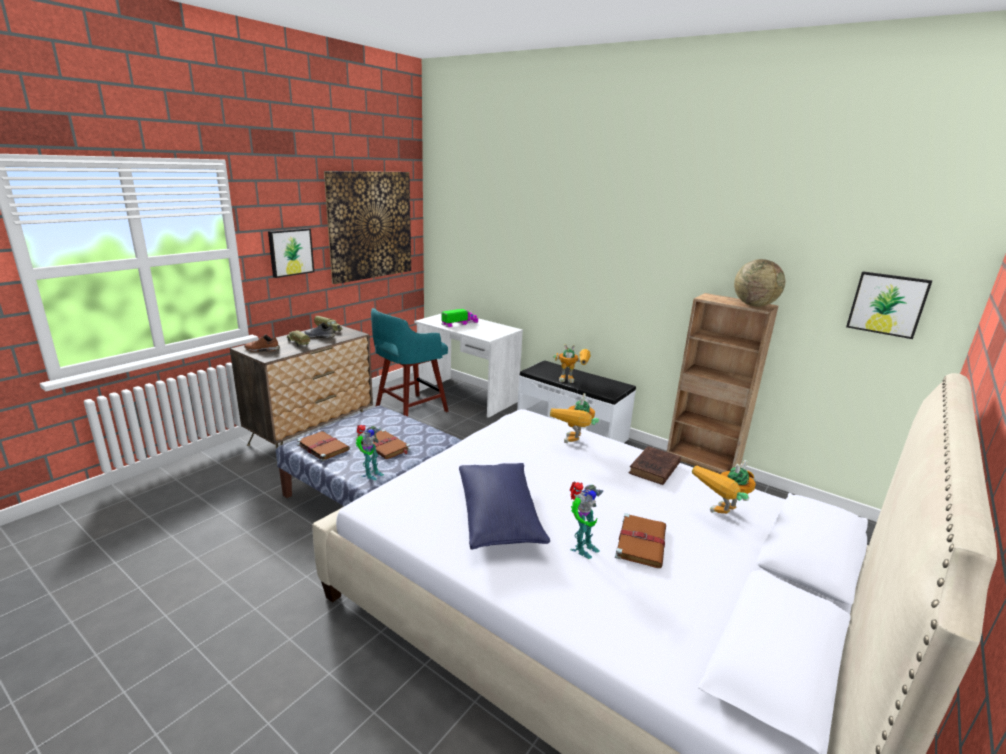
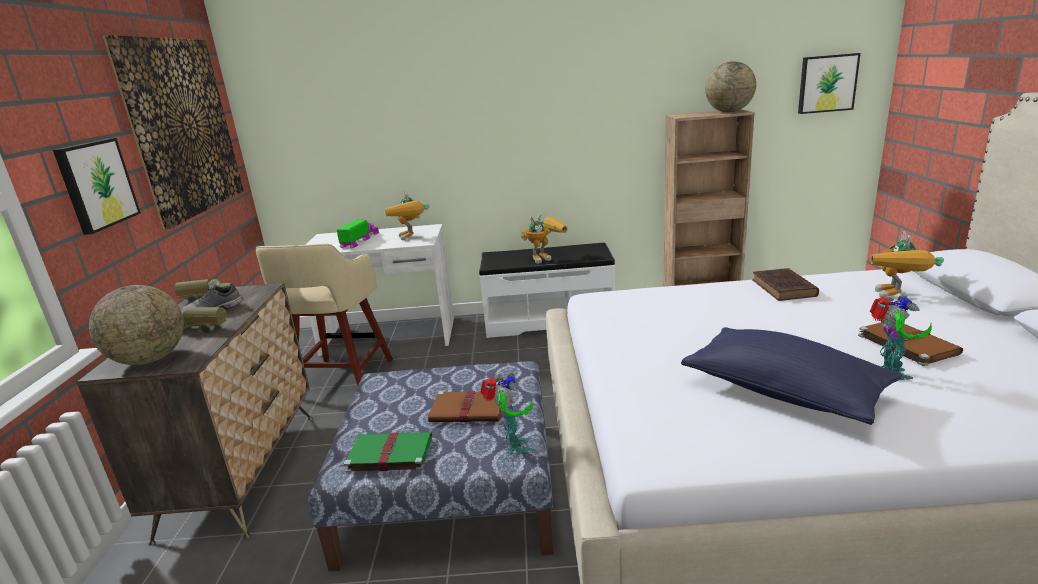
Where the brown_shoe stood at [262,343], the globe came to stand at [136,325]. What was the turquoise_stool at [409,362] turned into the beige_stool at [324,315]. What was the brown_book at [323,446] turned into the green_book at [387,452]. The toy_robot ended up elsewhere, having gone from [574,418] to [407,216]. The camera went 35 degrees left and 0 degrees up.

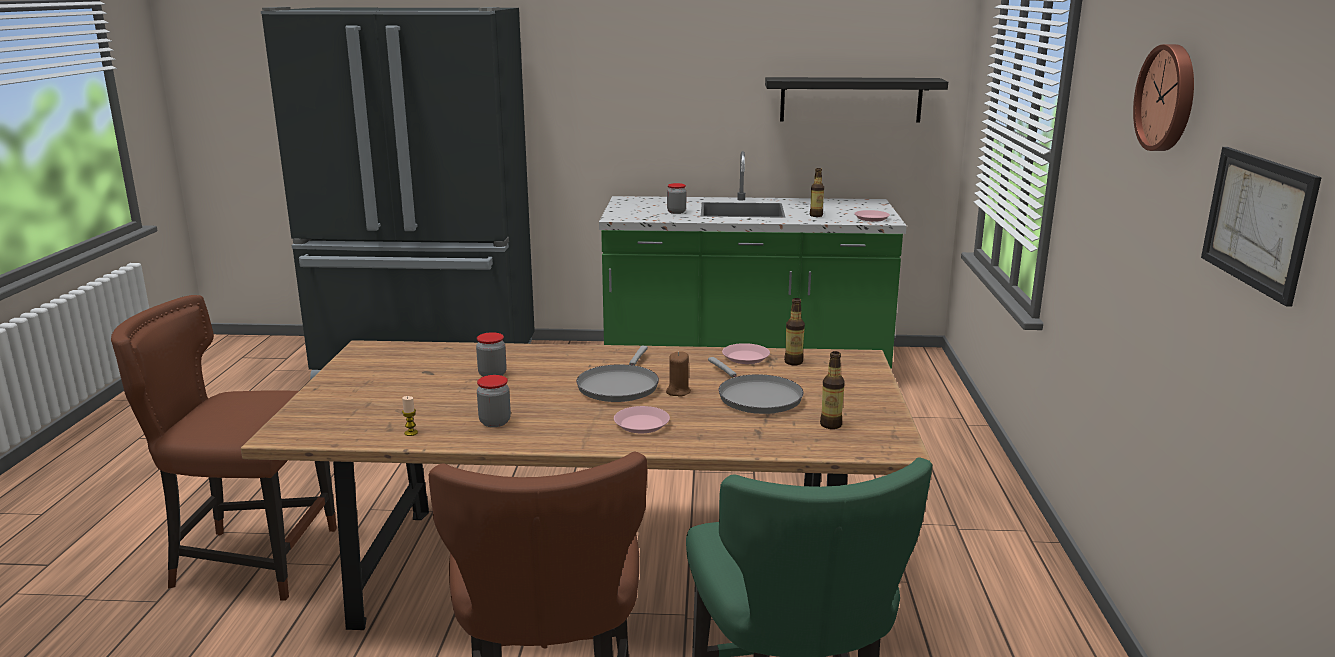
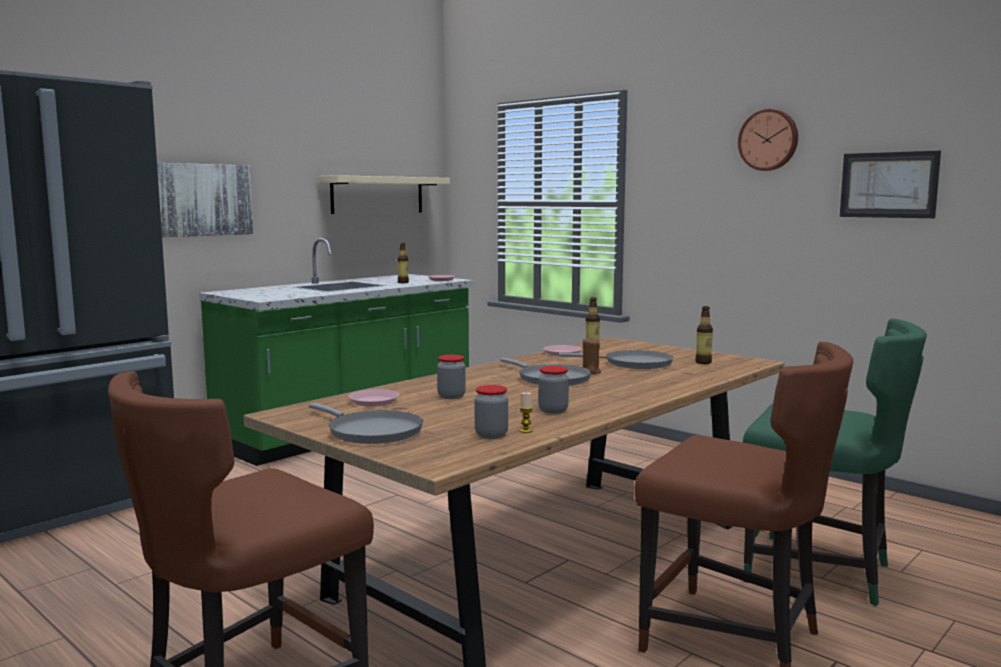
The second view gained the picture at [205,200]. The second view gained the grey_frying_pan at [366,423]. What was the black_shelf at [856,99] turned into the beige_shelf at [384,194]. The pink_plate ended up elsewhere, having gone from [642,419] to [374,398]. The jar ended up elsewhere, having gone from [676,198] to [491,412]. The camera went 50 degrees left and 10 degrees down.

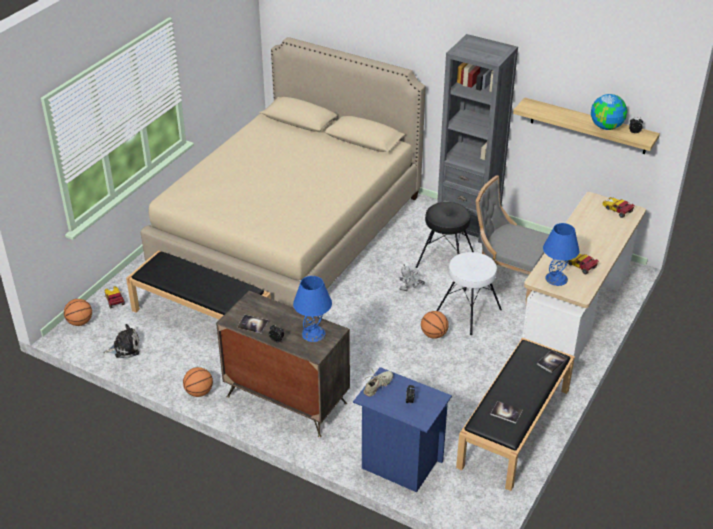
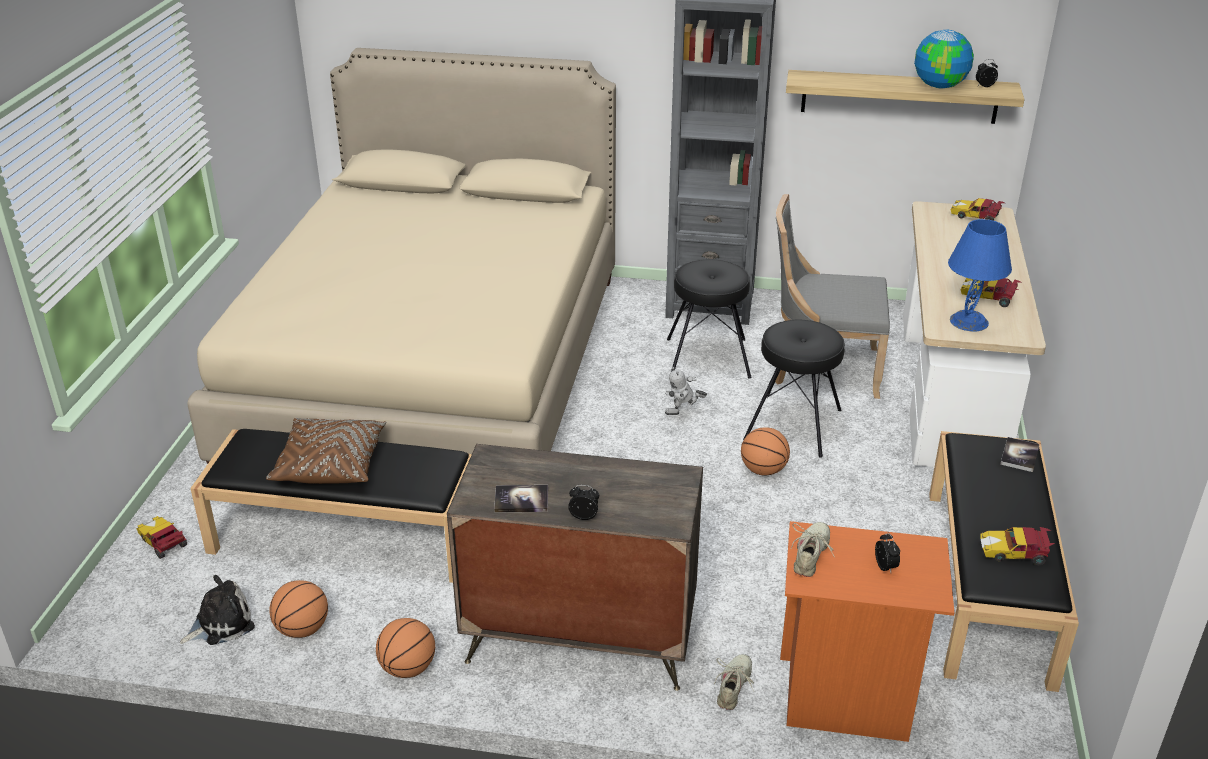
The second view gained the brown_pillow at [326,451]. The basketball ended up elsewhere, having gone from [78,312] to [298,609]. The second view gained the beige_shoe at [734,682]. What was the white_stool at [469,293] turned into the black_stool at [793,389]. What was the blue_nightstand at [402,429] turned into the orange_nightstand at [867,631]. Where the book stood at [507,412], the toy_car came to stand at [1017,546]. The second view lost the blue_table_lamp at [312,309]. The camera went 20 degrees left and 5 degrees down.

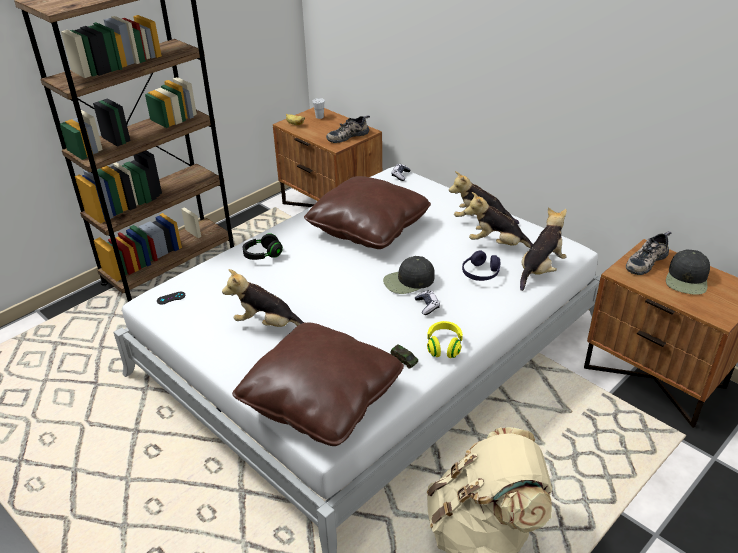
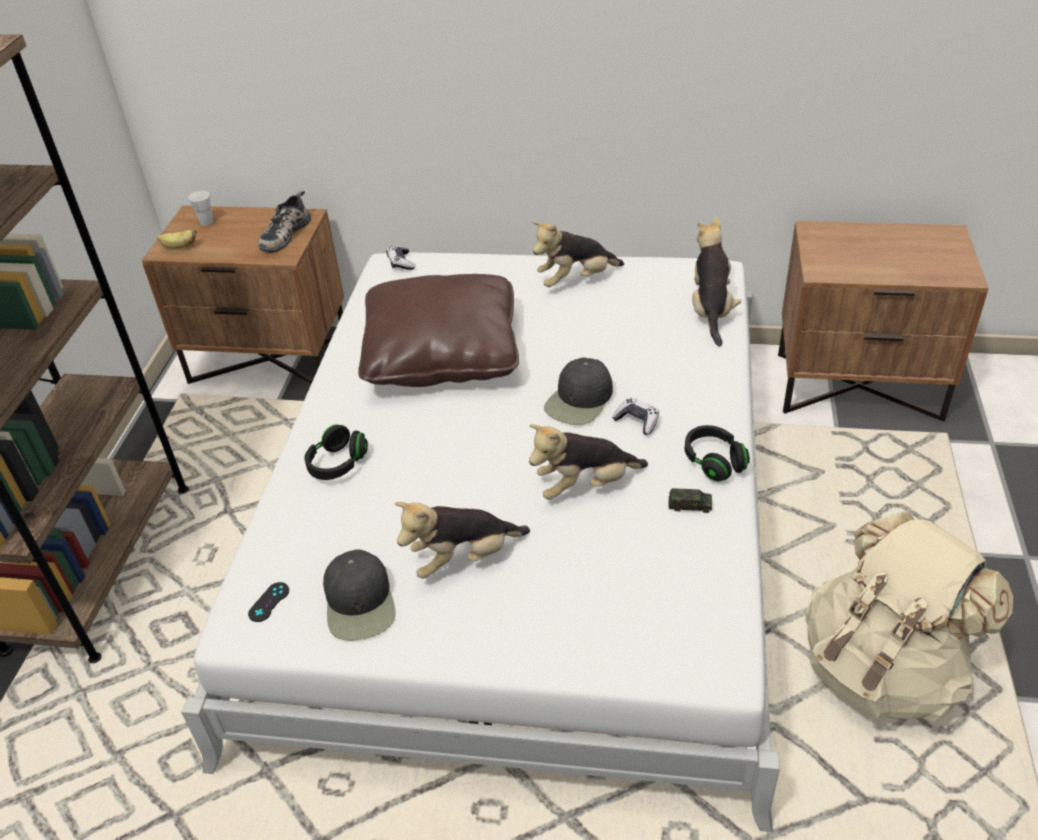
The black_cap ended up elsewhere, having gone from [688,272] to [359,595]. The plush_toy ended up elsewhere, having gone from [498,220] to [588,461]. What was the yellow_headphones at [445,339] turned into the black_headphones at [717,453]. The second view lost the brown_pillow at [318,384]. The second view lost the purple_headphones at [481,265]. The second view lost the shoe at [649,253]. The camera went 35 degrees left and 5 degrees up.

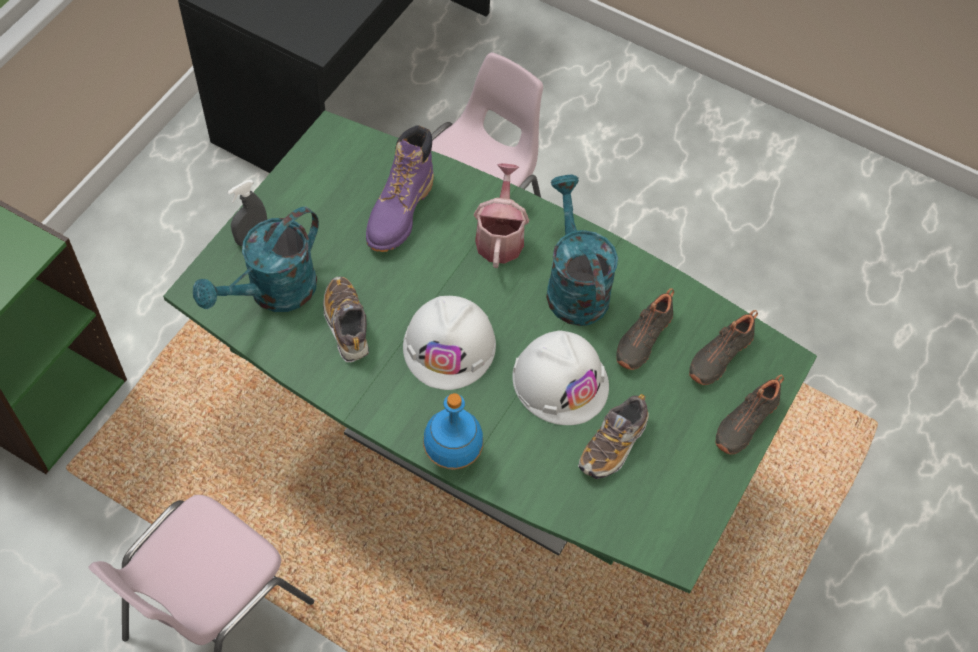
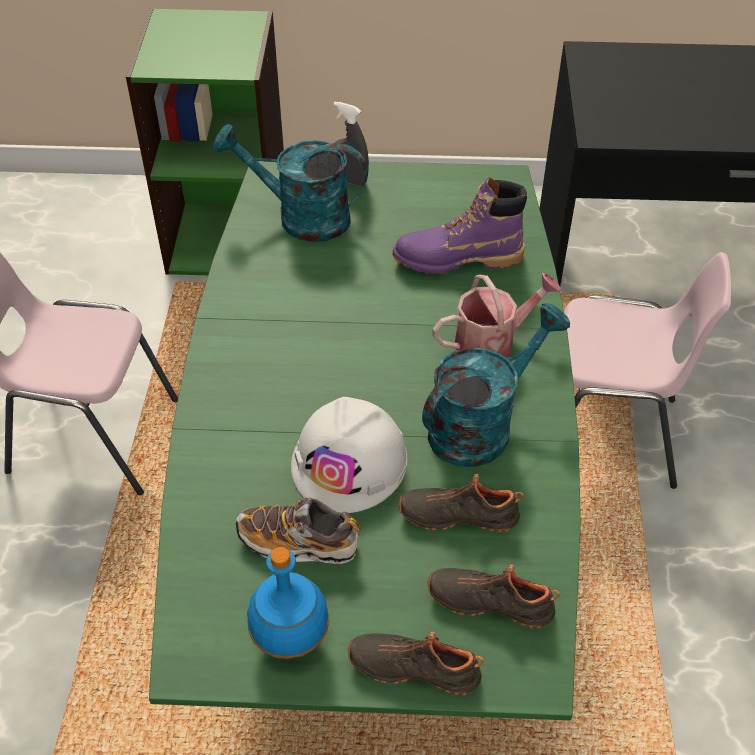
The blue_bottle ended up elsewhere, having gone from [453,431] to [288,603]. The second view lost the shoe at [346,319]. The second view lost the white_hard_hat at [449,343]. The camera went 65 degrees right and 10 degrees down.

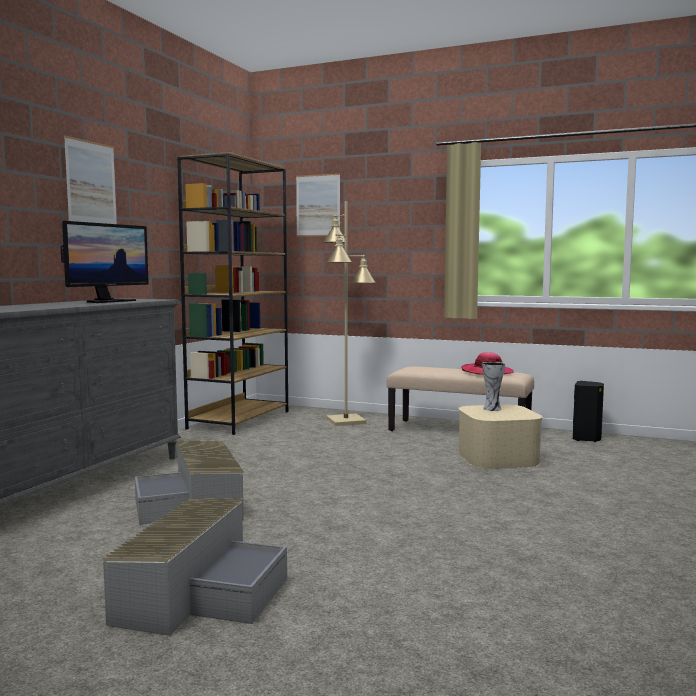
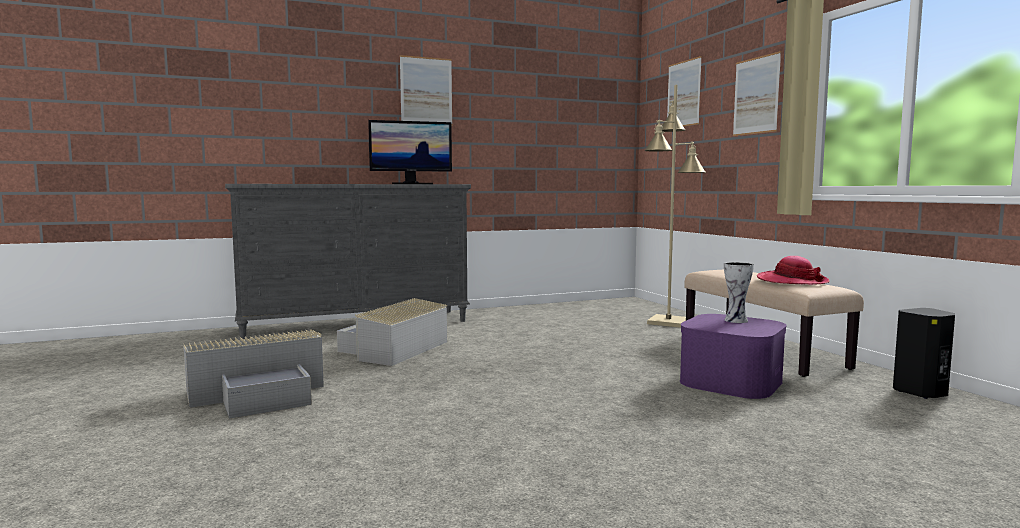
What was the beige_storage_box at [500,437] turned into the purple_storage_box at [733,356]. The second view gained the picture at [757,93]. The second view lost the brown_bookcase at [232,293]. The camera went 45 degrees right and 0 degrees up.

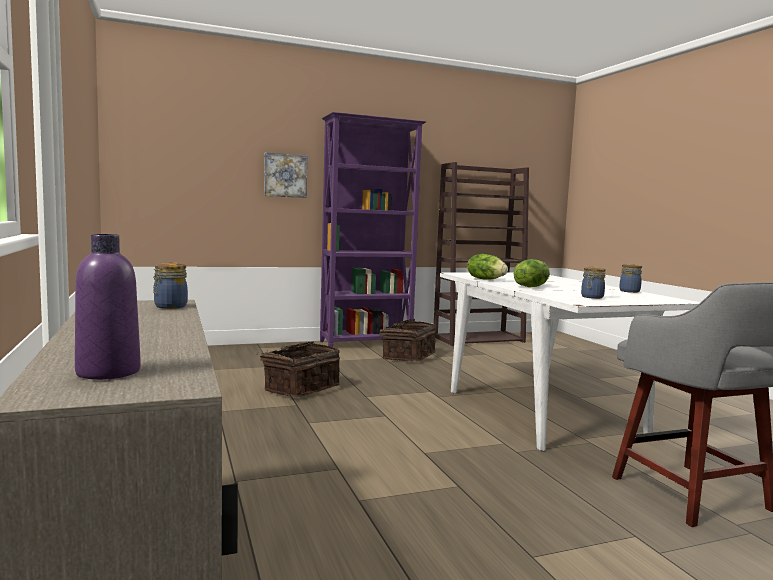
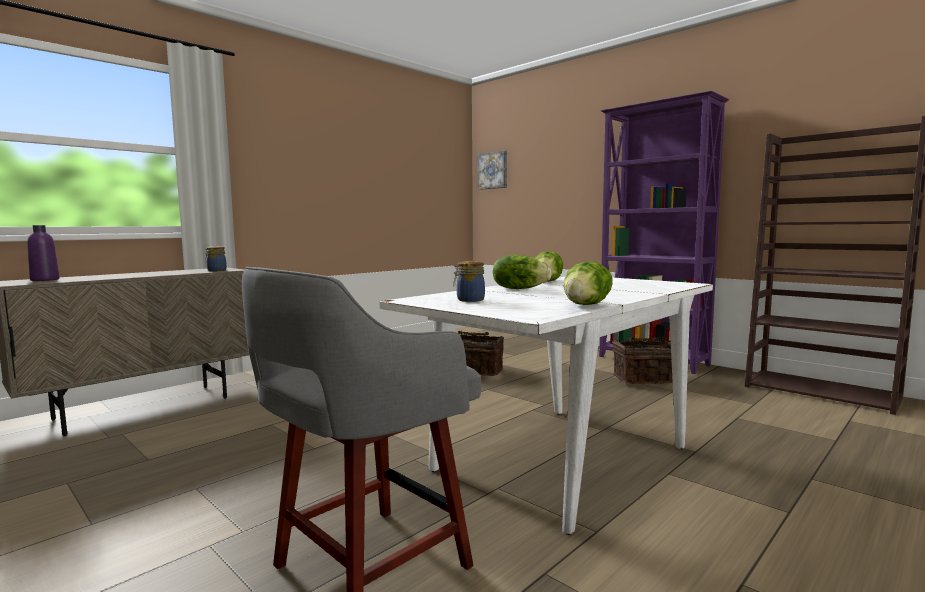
The picture ended up elsewhere, having gone from [285,175] to [492,170]. Where the jar stood at [630,278], the lettuce came to stand at [588,283]. The camera went 65 degrees right and 0 degrees up.

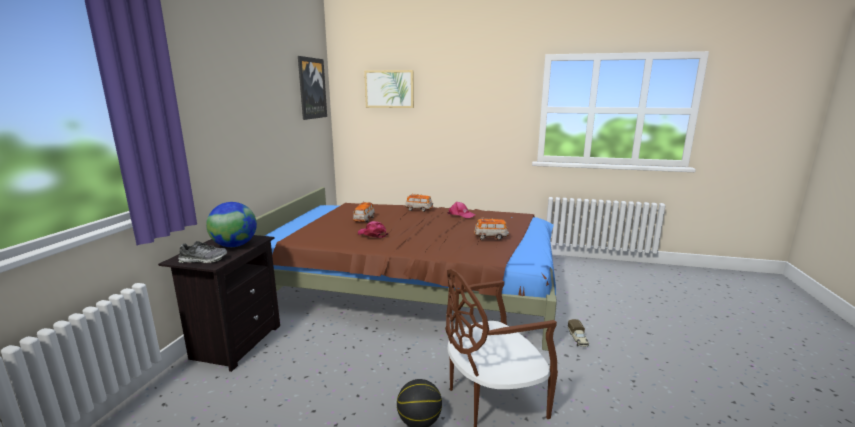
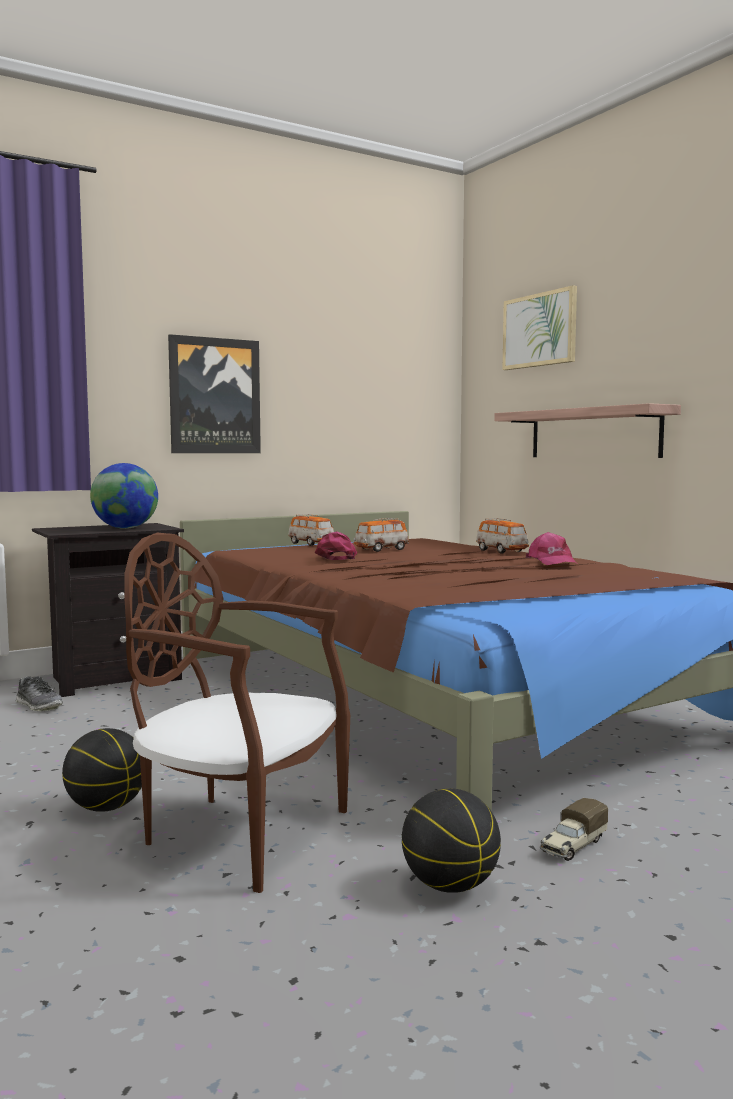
The shoe ended up elsewhere, having gone from [202,252] to [39,693]. The picture ended up elsewhere, having gone from [312,88] to [214,393]. The toy_car ended up elsewhere, having gone from [491,229] to [311,530]. The second view gained the basketball at [451,840]. The second view gained the shelf at [587,430]. The camera went 45 degrees right and 10 degrees down.

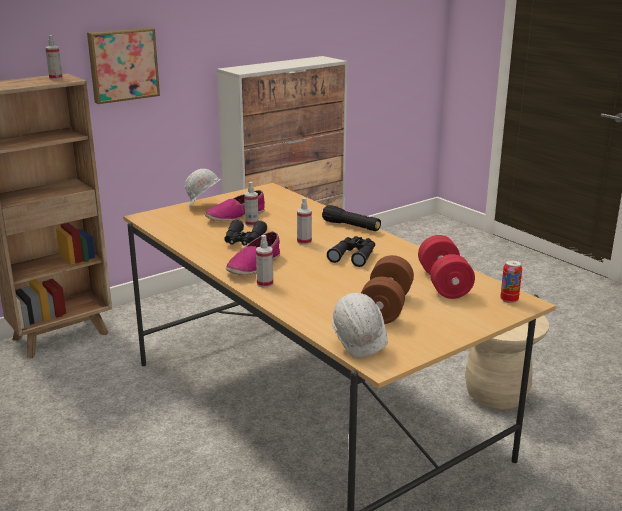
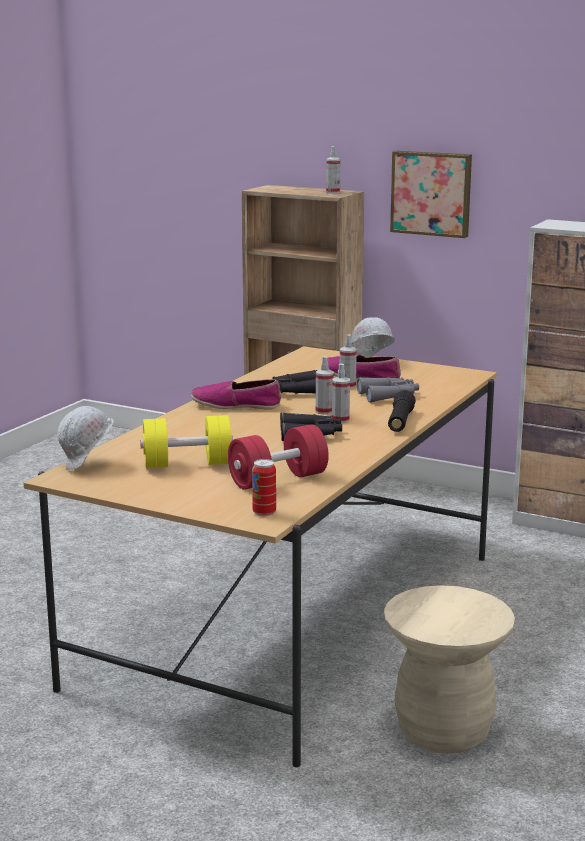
What was the brown_dumbbell at [387,289] turned into the yellow_dumbbell at [186,441]. The spray_bottle ended up elsewhere, having gone from [264,261] to [341,393]. The second view gained the grey_binoculars at [387,390]. The camera went 65 degrees right and 5 degrees down.

